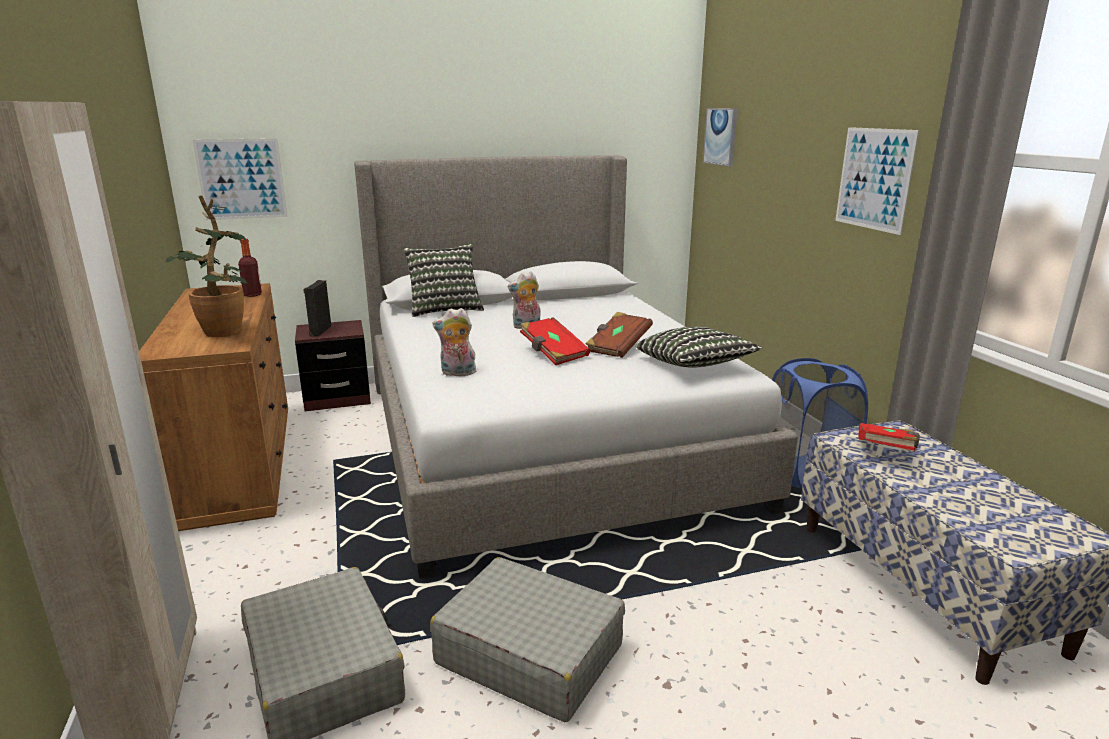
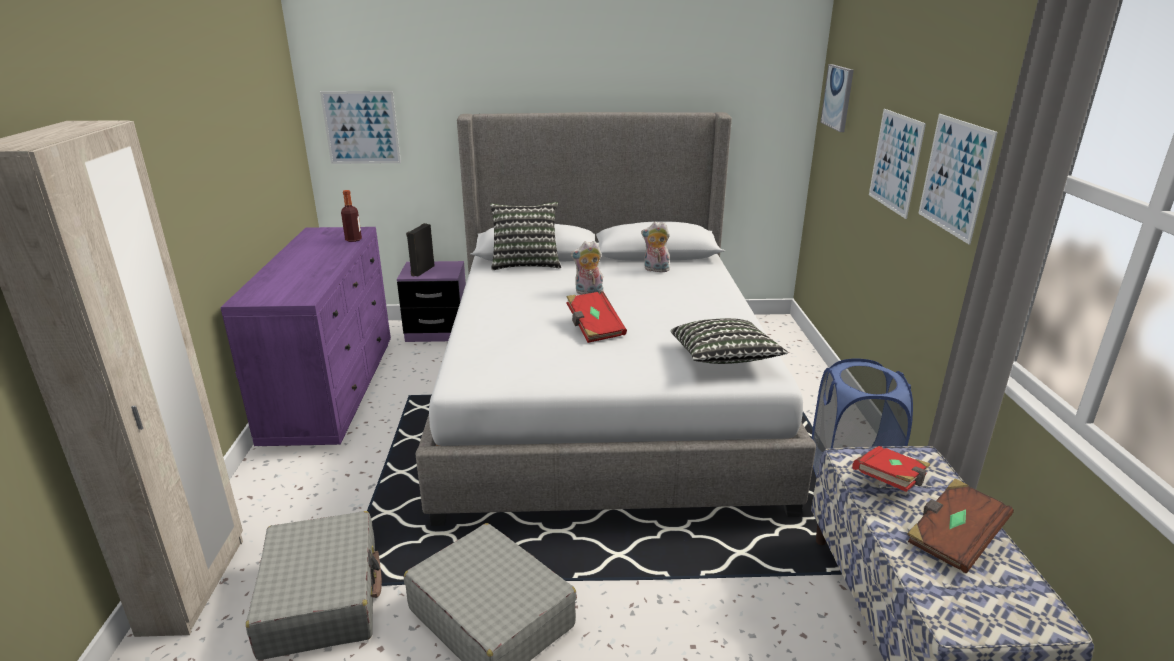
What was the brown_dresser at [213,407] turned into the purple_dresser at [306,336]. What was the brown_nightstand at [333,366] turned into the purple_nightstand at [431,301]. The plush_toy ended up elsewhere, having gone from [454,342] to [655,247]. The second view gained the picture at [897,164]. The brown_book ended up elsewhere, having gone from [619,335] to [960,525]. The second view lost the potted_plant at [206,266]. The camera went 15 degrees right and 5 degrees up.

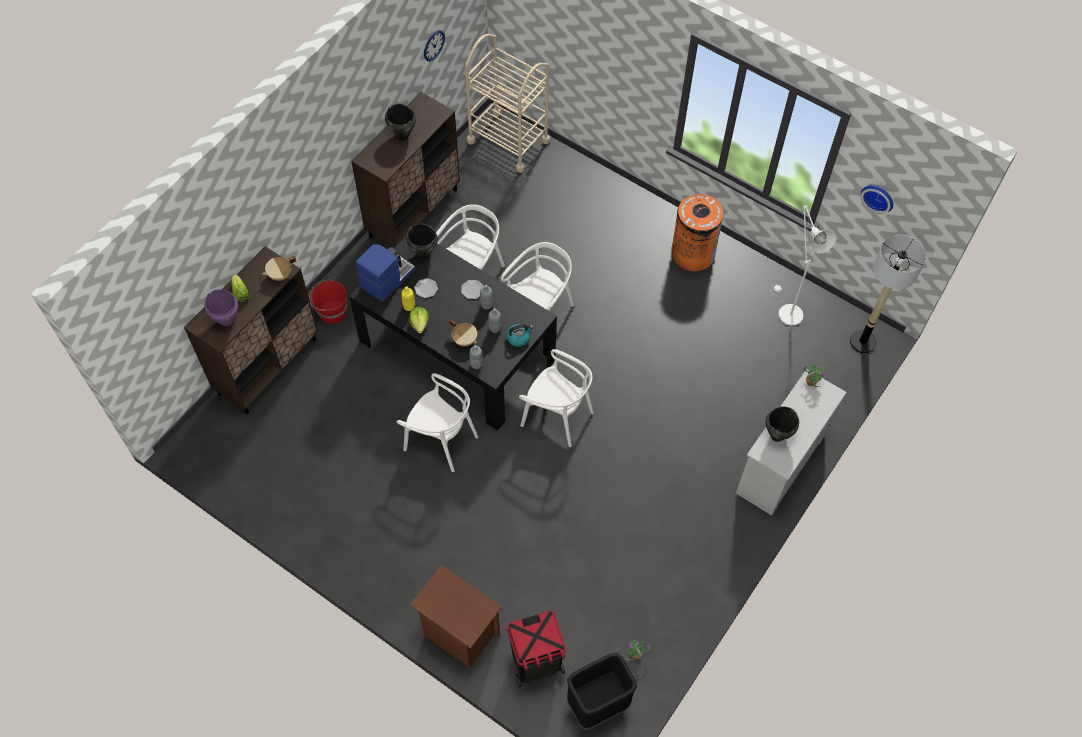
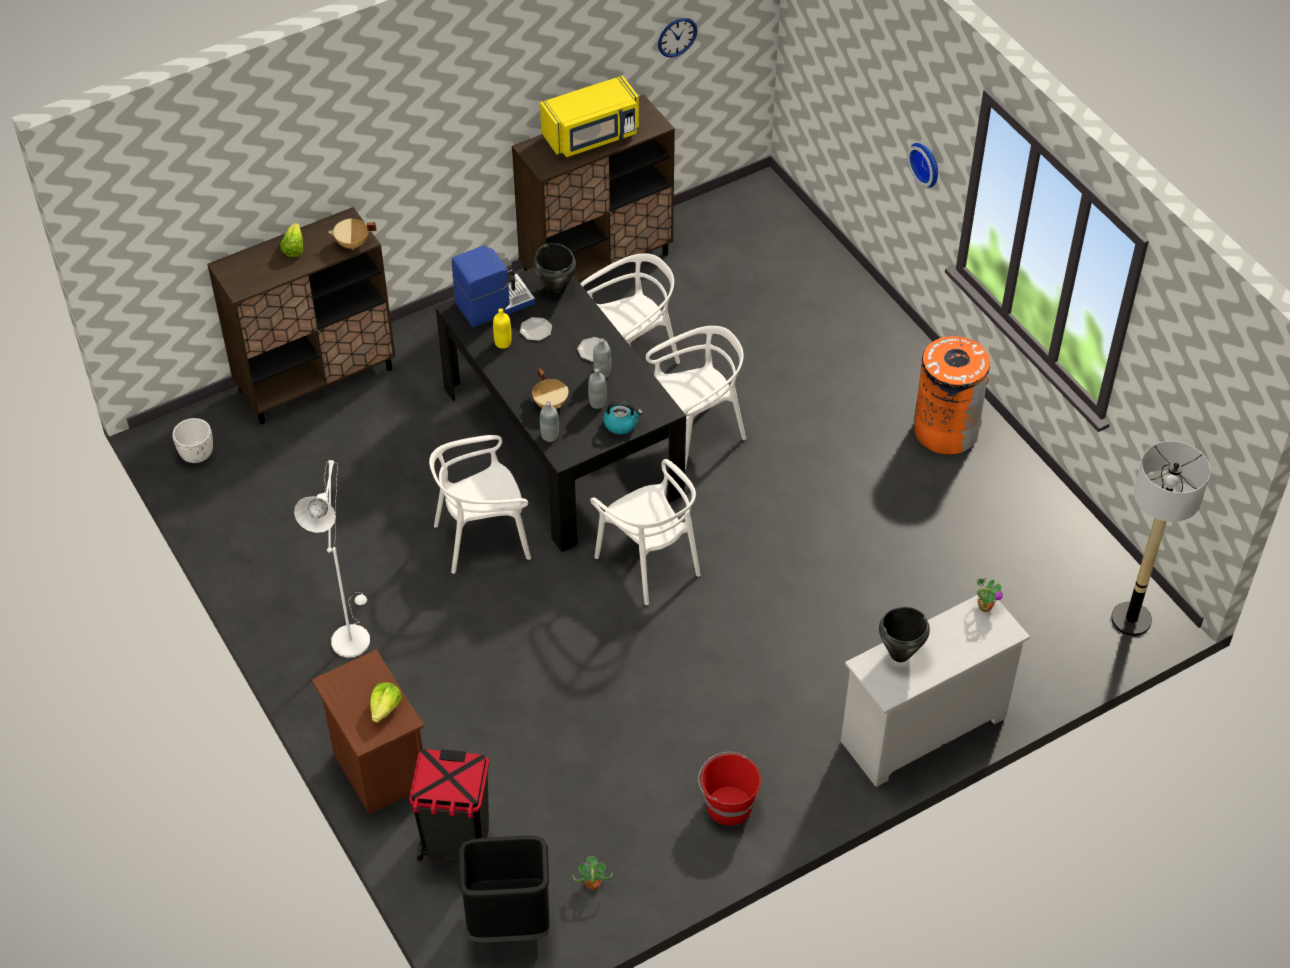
The second view gained the white_planter at [192,440]. The white_floor_lamp ended up elsewhere, having gone from [805,265] to [332,559]. The lettuce ended up elsewhere, having gone from [419,320] to [386,702]. The white_chair at [437,422] ended up facing another way, 105 degrees clockwise from before. Where the black_cooking_pot stood at [400,122], the yellow_microwave came to stand at [589,116]. The red_bucket ended up elsewhere, having gone from [328,302] to [729,789]. The wall_clock ended up elsewhere, having gone from [877,199] to [922,165]. The second view lost the purple_cooking_pot at [221,307]. The second view lost the beige_cart at [507,103]. The camera went 25 degrees right and 10 degrees down.

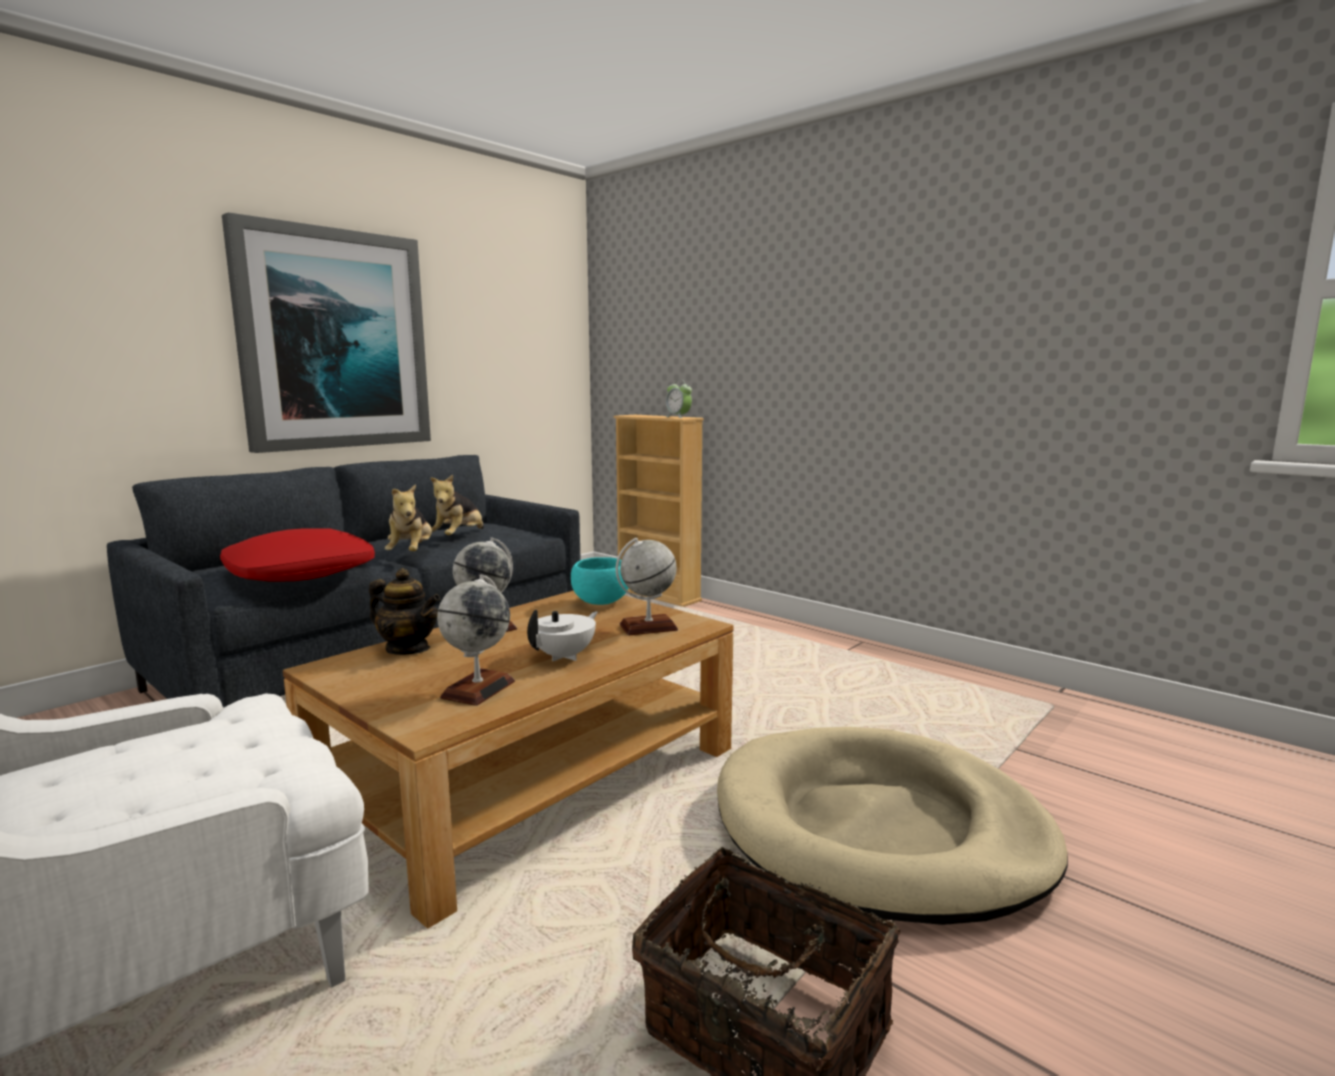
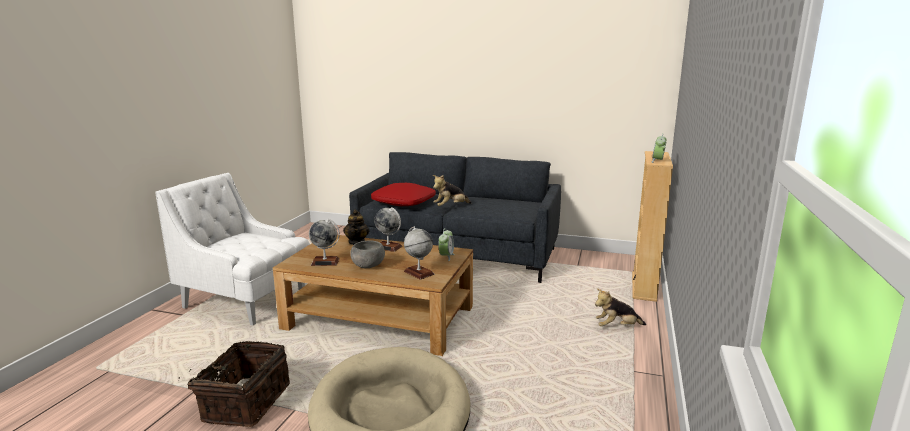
Where the white_teapot stood at [562,635], the grey_bowl came to stand at [367,254]. Where the turquoise_bowl stood at [599,581], the alarm_clock came to stand at [446,244]. The plush_toy ended up elsewhere, having gone from [457,505] to [620,307]. The second view lost the picture at [326,332]. The camera went 65 degrees right and 5 degrees up.

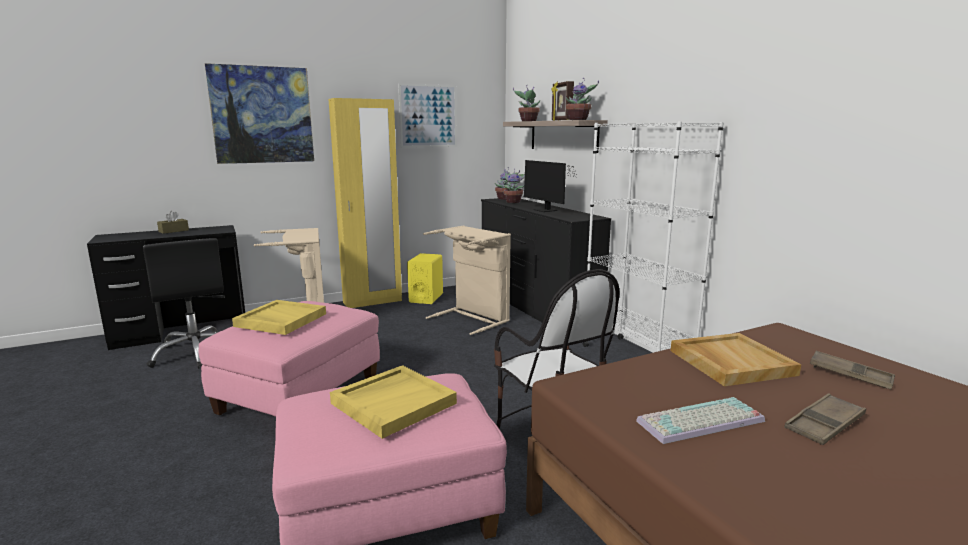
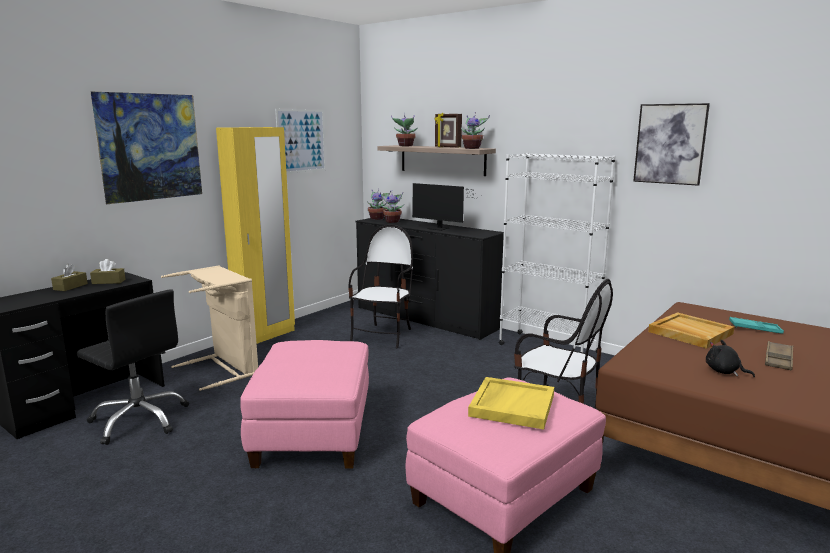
The second view gained the brown_tissue_box at [107,271]. Where the beige_laundry_basket stood at [467,280], the chair came to stand at [380,286]. The second view gained the picture at [671,144]. Where the keyboard stood at [700,420], the black_plush_toy came to stand at [730,358]. What was the brown_tray at [852,370] turned into the turquoise_tray at [756,325]. The second view lost the yellow_tray at [279,317]. The second view lost the yellow_speaker at [425,278]. The camera went 25 degrees left and 0 degrees up.

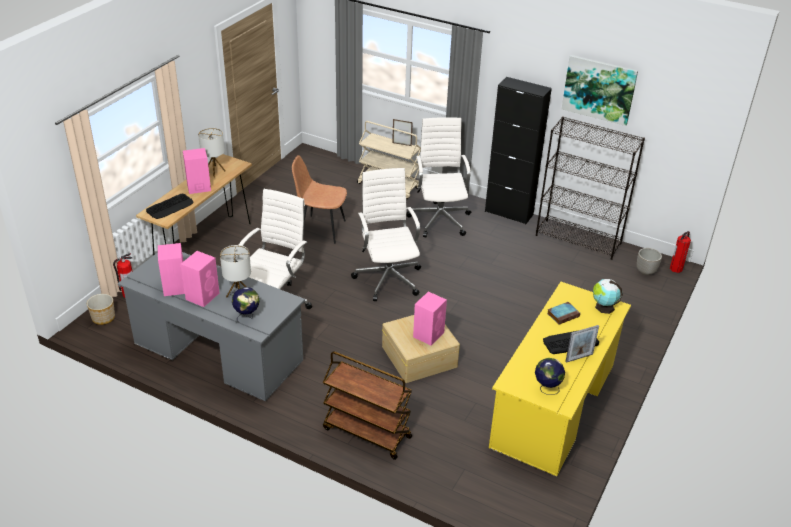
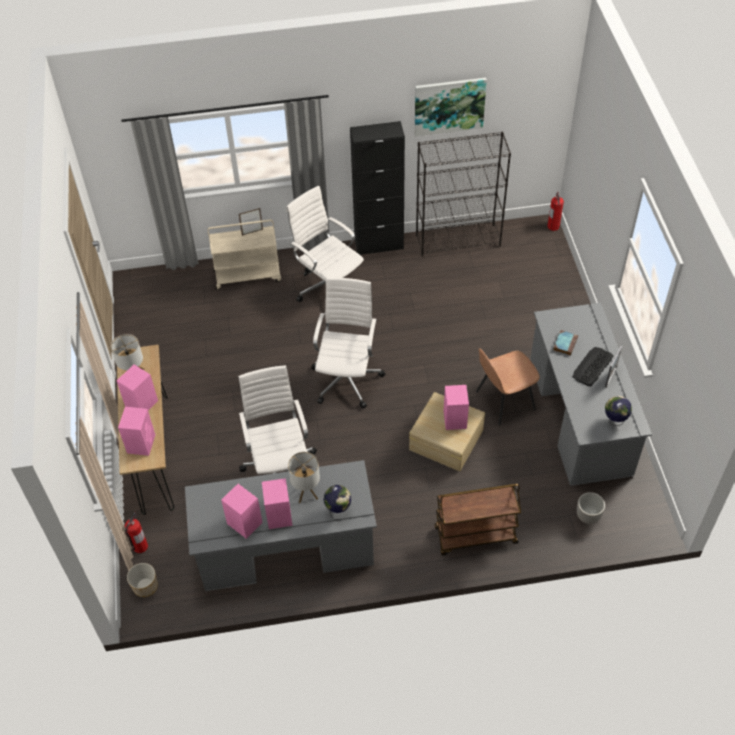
Where the keyboard stood at [170,206], the pink_speaker came to stand at [136,431]. The white_office_chair at [386,234] ended up facing another way, 60 degrees clockwise from before. The brown_chair ended up elsewhere, having gone from [319,199] to [508,387]. What was the yellow_desk at [560,379] turned into the grey_desk at [591,394]. The planter ended up elsewhere, having gone from [649,261] to [591,508]. The second view lost the globe at [608,296]. The camera went 35 degrees left and 15 degrees up.

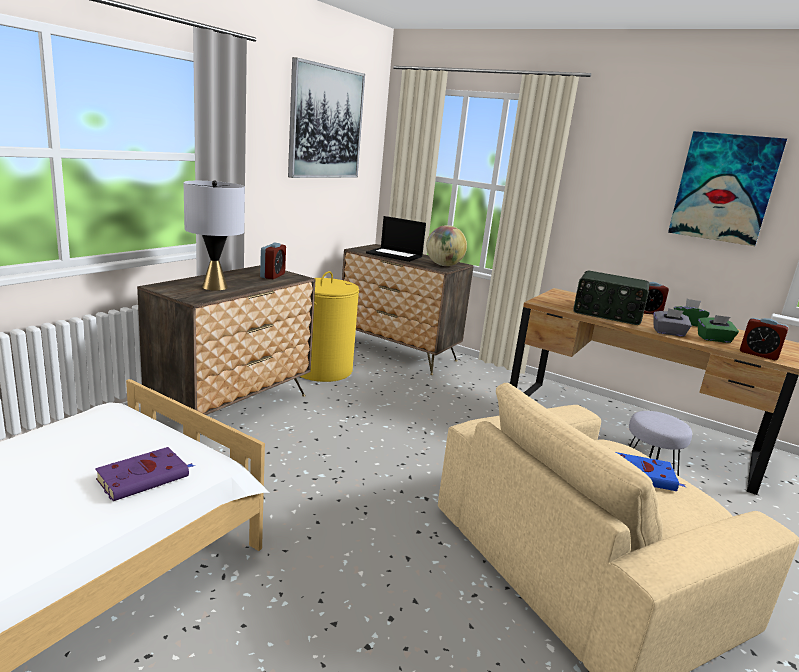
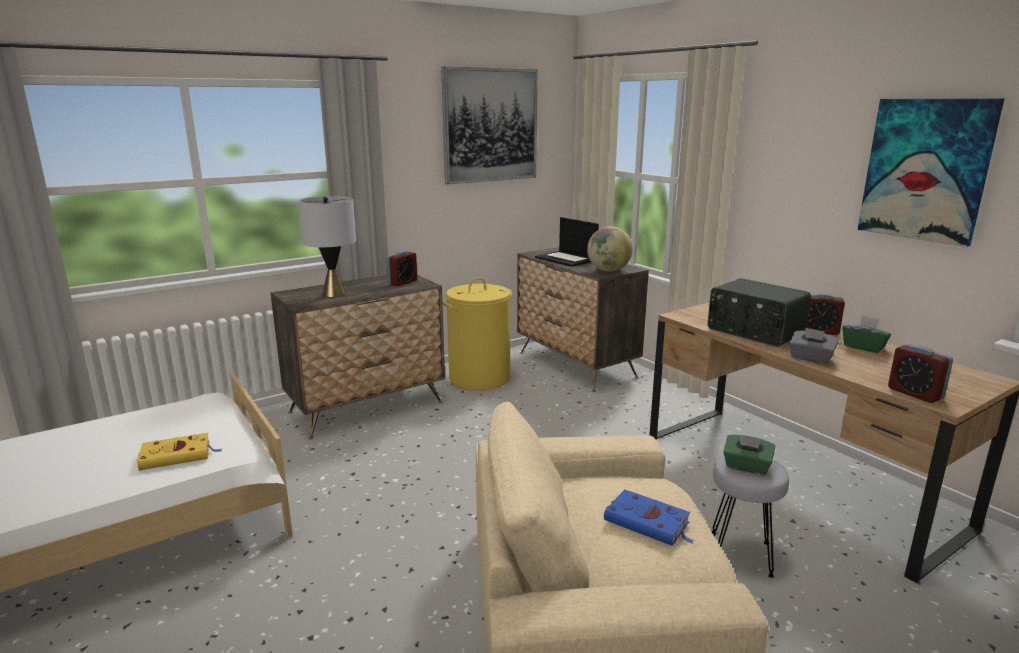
What was the purple_book at [145,474] turned into the yellow_book at [179,451]. The green_tissue_box ended up elsewhere, having gone from [718,329] to [749,455]. The camera went 25 degrees right and 0 degrees up.

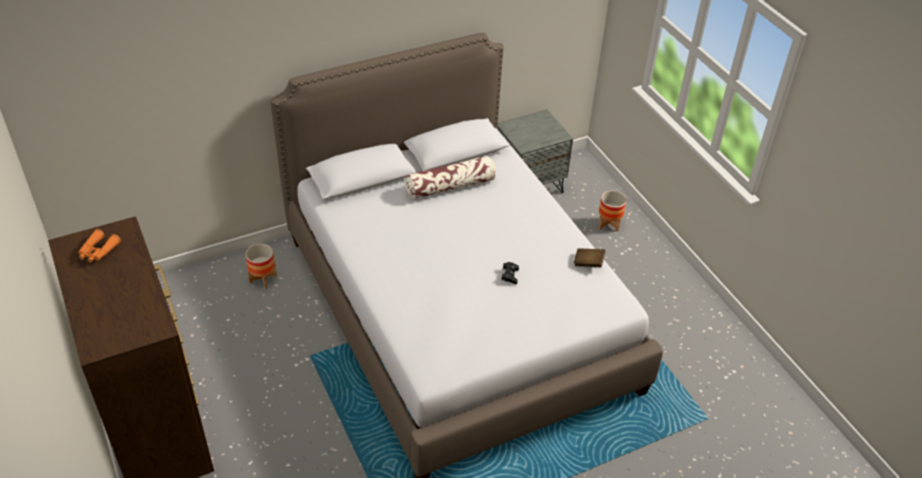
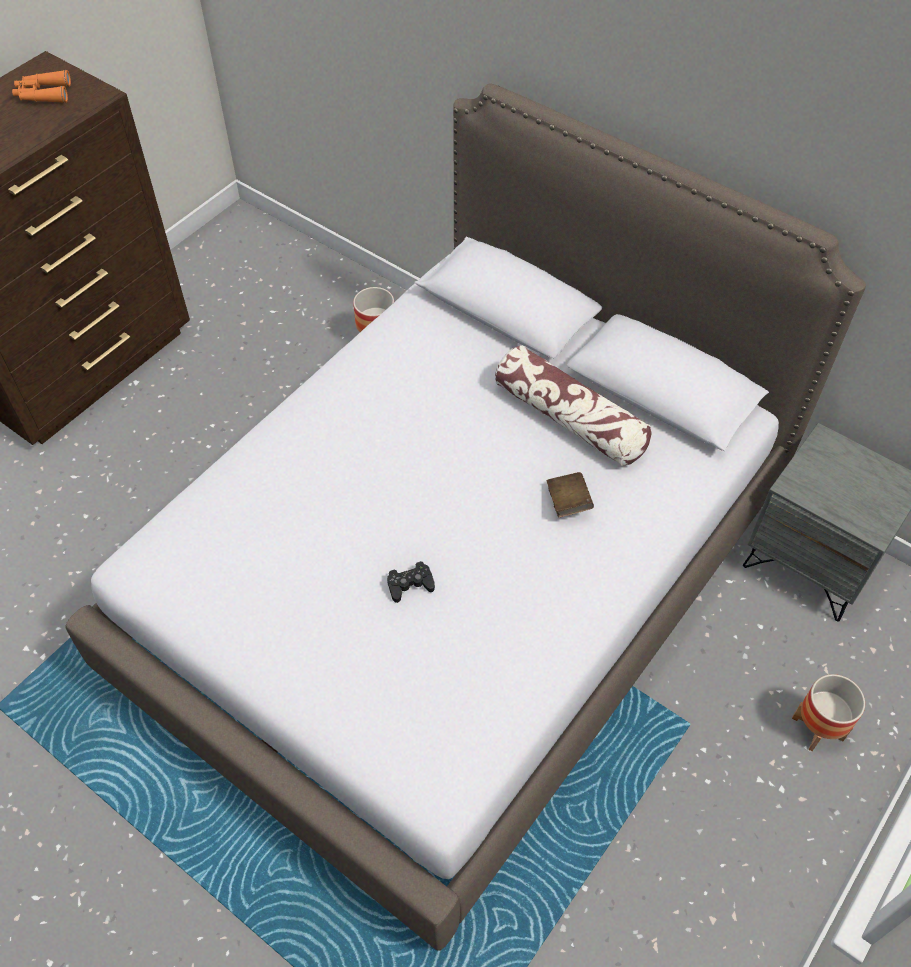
The brown_book ended up elsewhere, having gone from [589,257] to [570,495]. The camera went 65 degrees right and 10 degrees up.

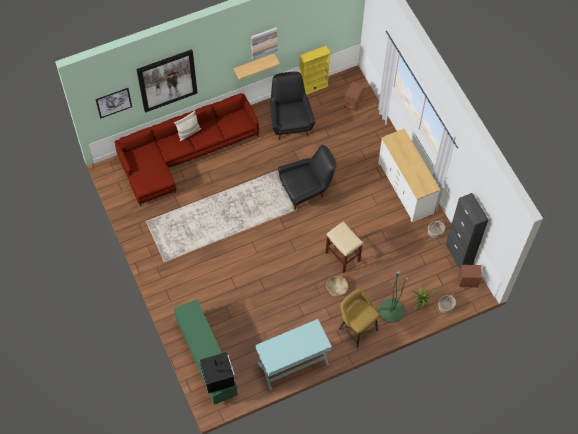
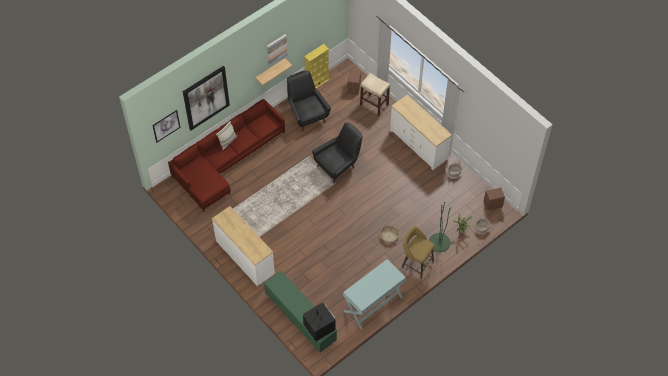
The second view gained the white_dresser at [243,246]. The beige_stool ended up elsewhere, having gone from [344,247] to [375,94]. The second view lost the black_cabinet at [467,231]. The camera went 15 degrees left and 5 degrees down.

